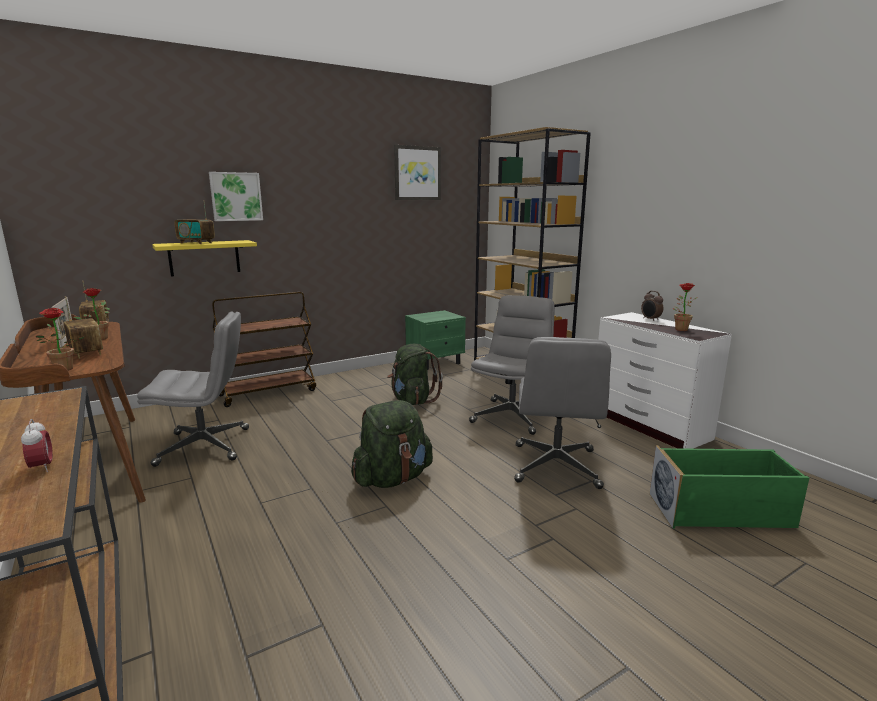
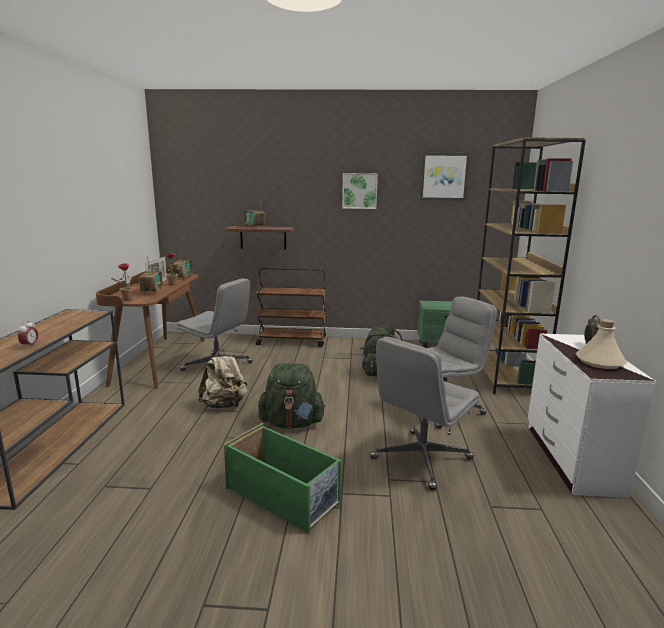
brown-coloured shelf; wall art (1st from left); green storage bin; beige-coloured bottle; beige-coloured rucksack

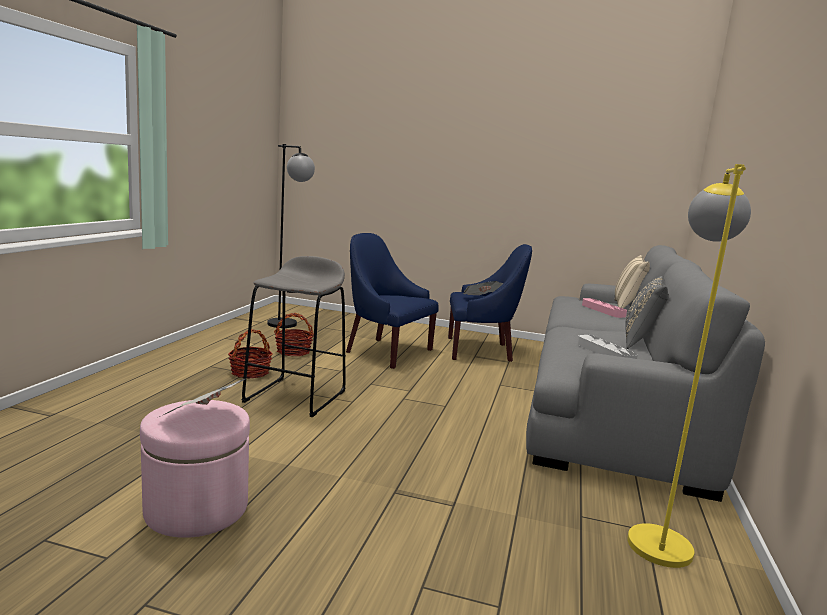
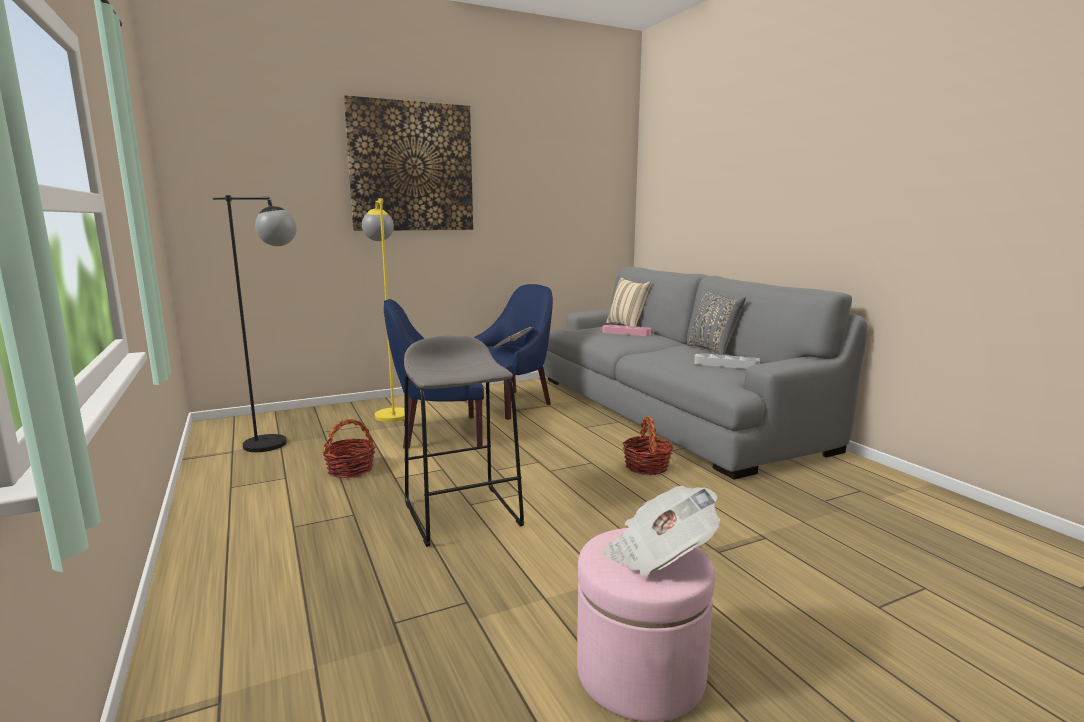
household basket (2nd from left); yellowish standard lamp; wall art

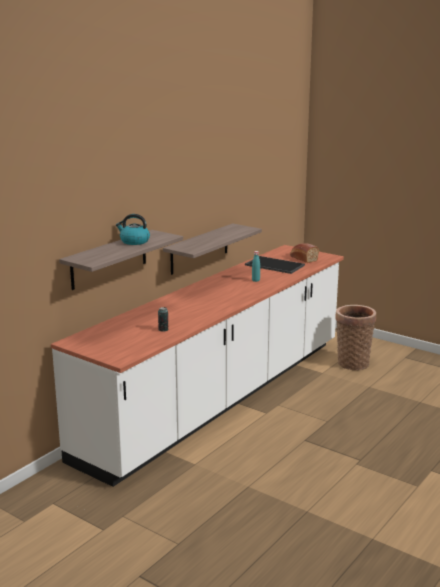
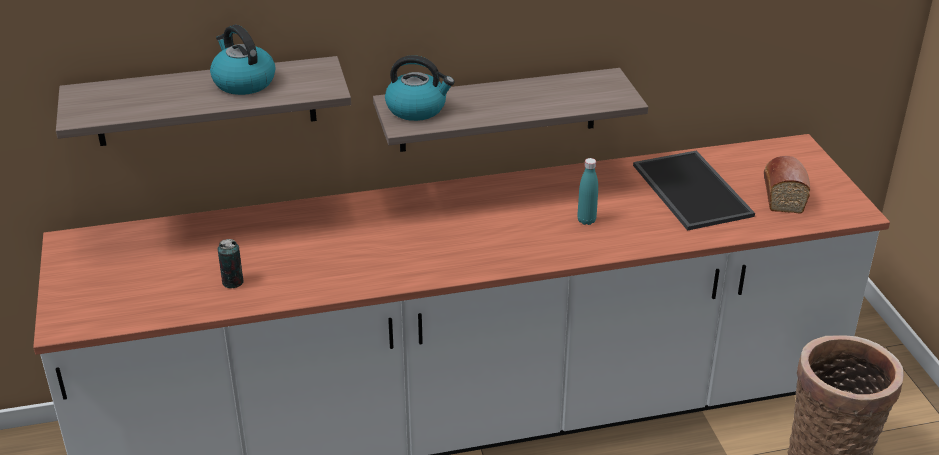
kettle (2nd from left)

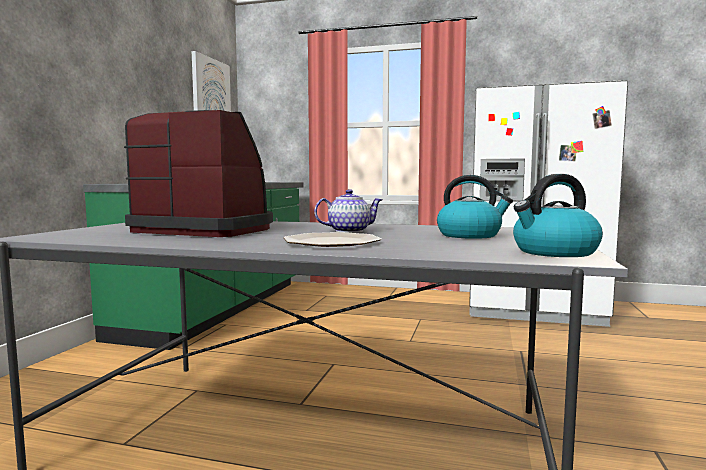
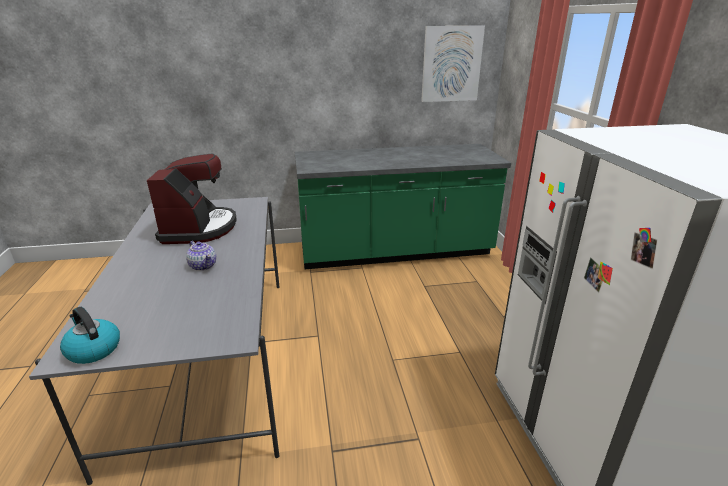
flat dish; kettle (1st from left in the first image)

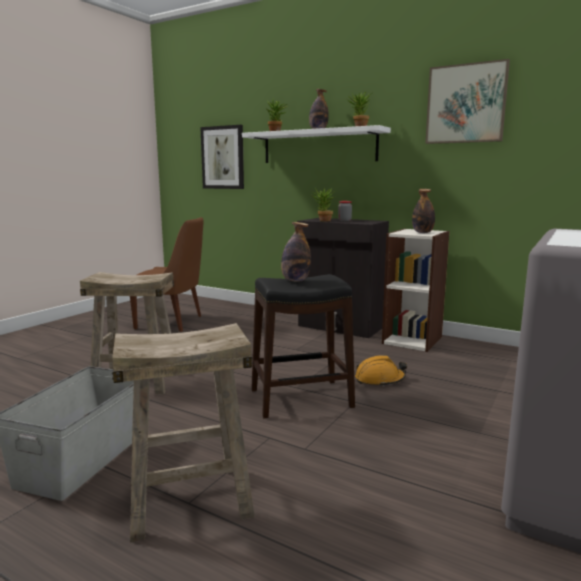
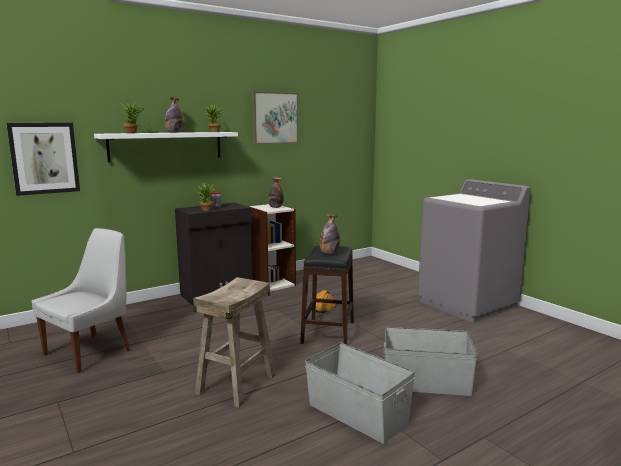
greyish storage bin (2nd from left); whitish plain chair

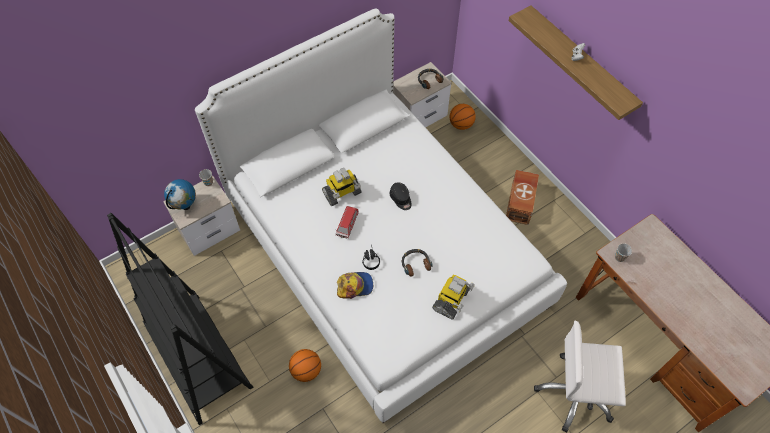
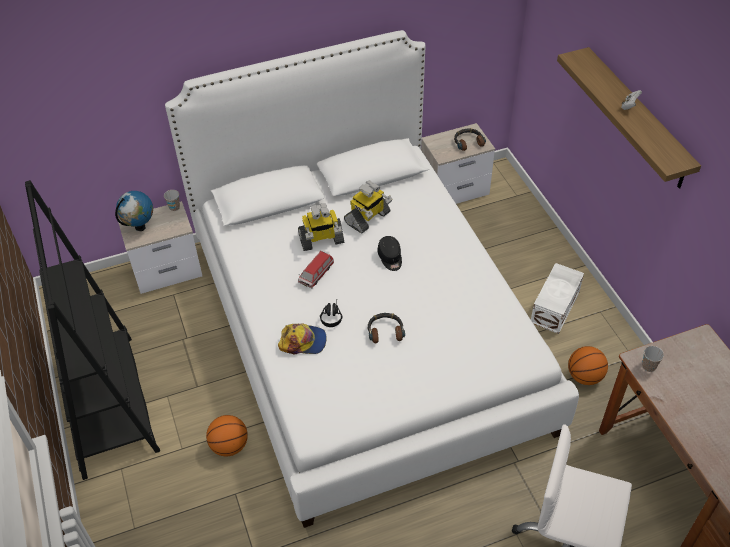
toy robot (2nd from left); basketball (2nd from left); whitish storage bin

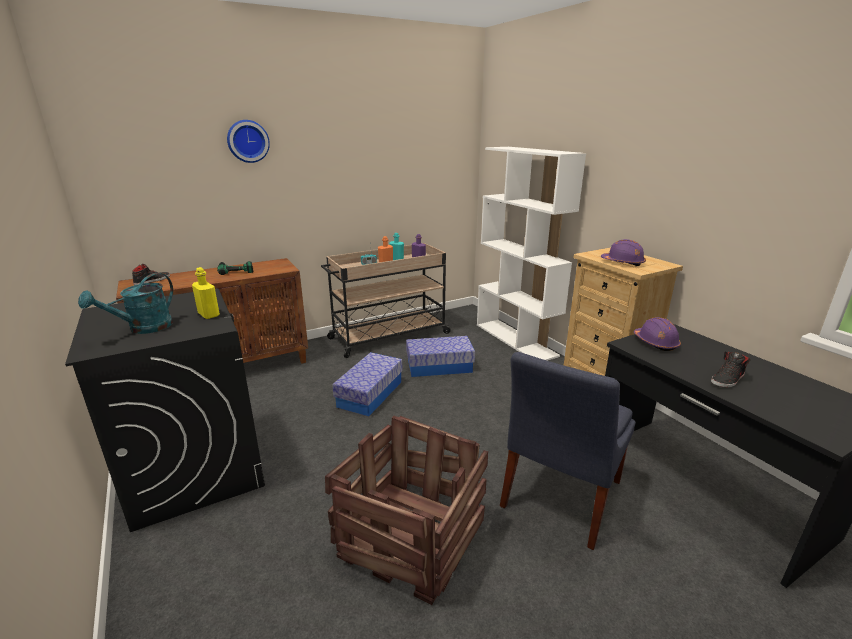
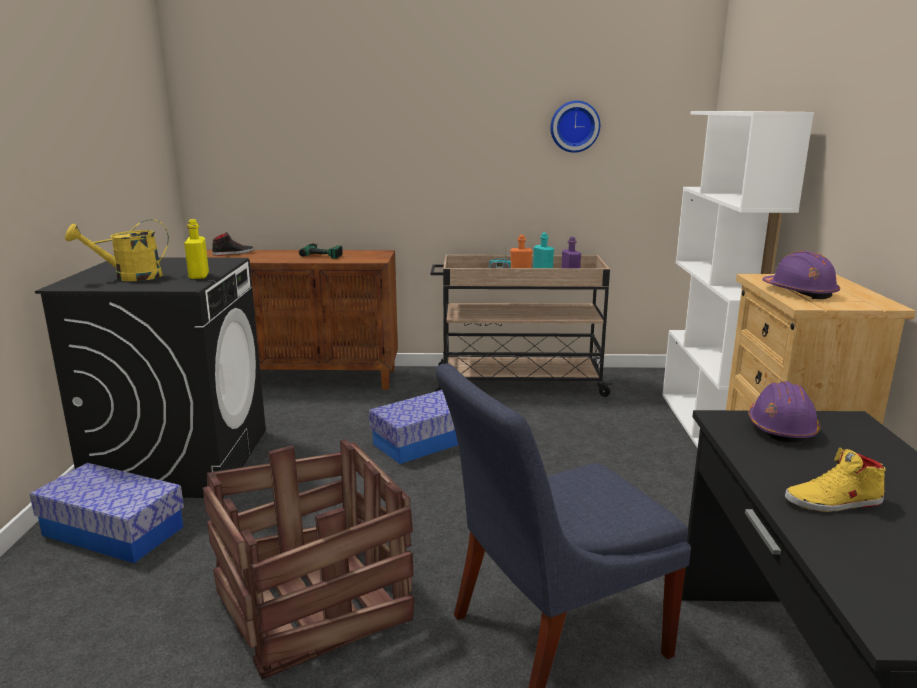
yellowish watering pot; clock on the wall; storage bin (1st from left); yellowish low shoe

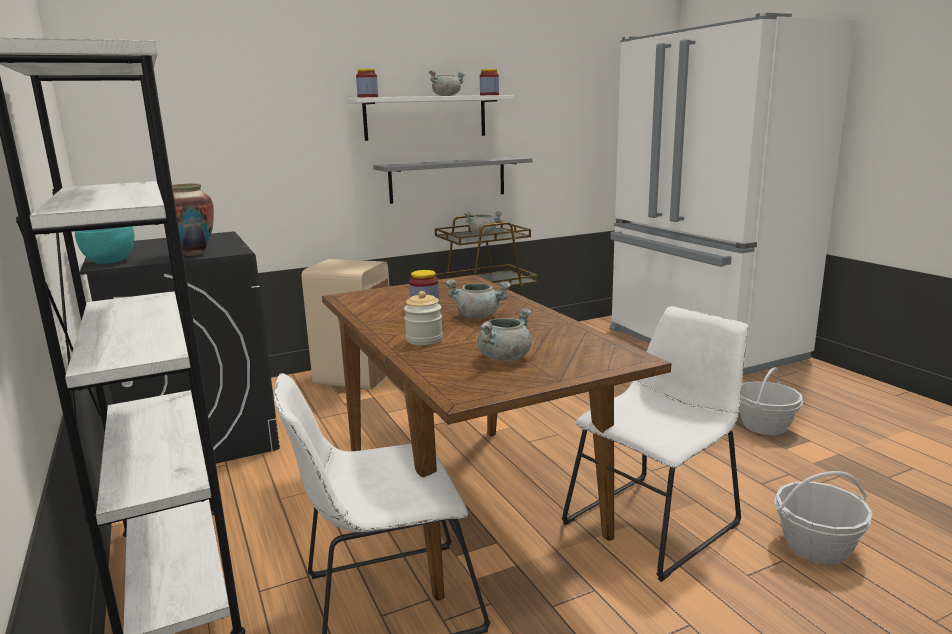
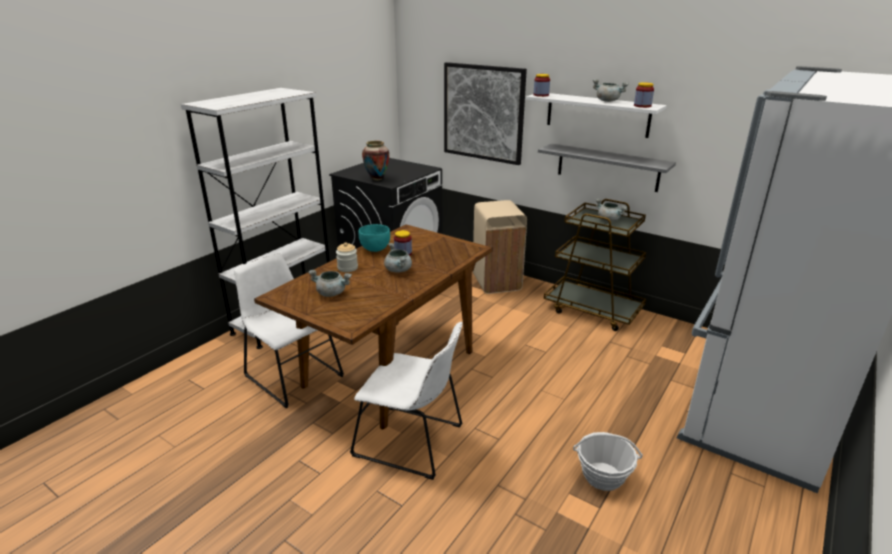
turquoise serving bowl; household basket (2nd from left in the first image); wall art

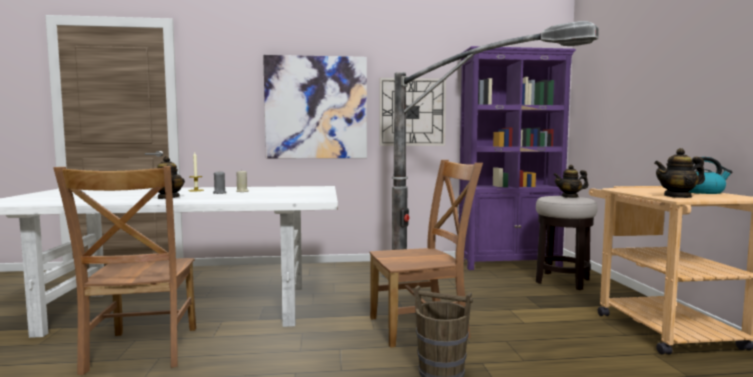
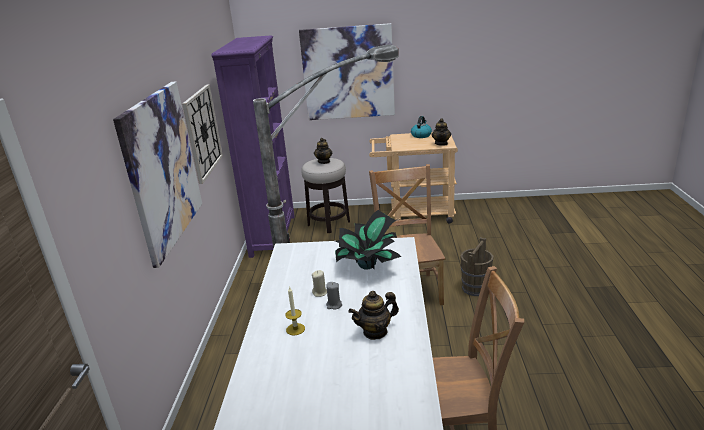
wall art (2nd from left); houseplant

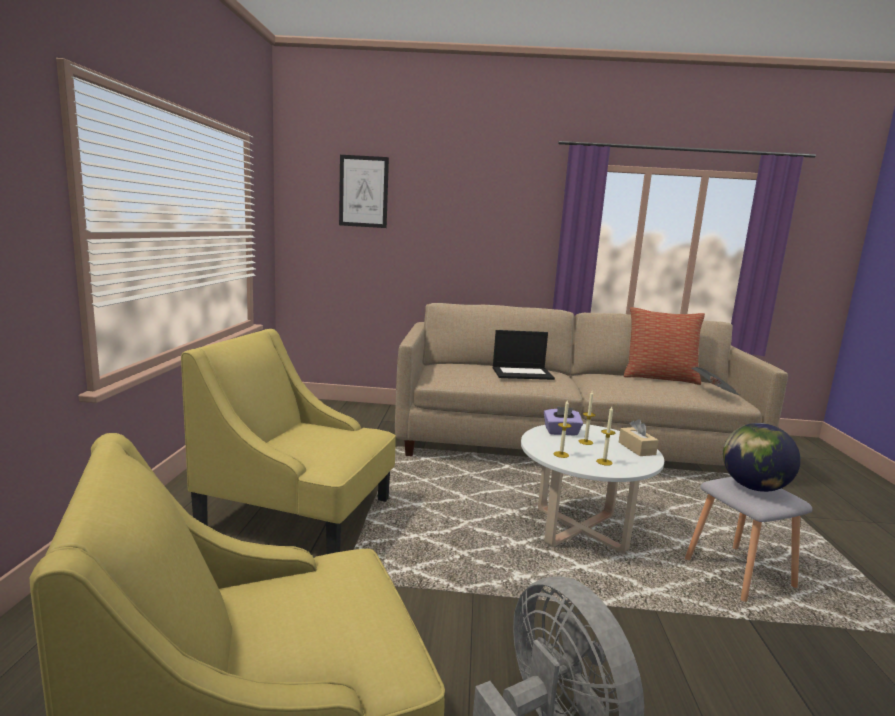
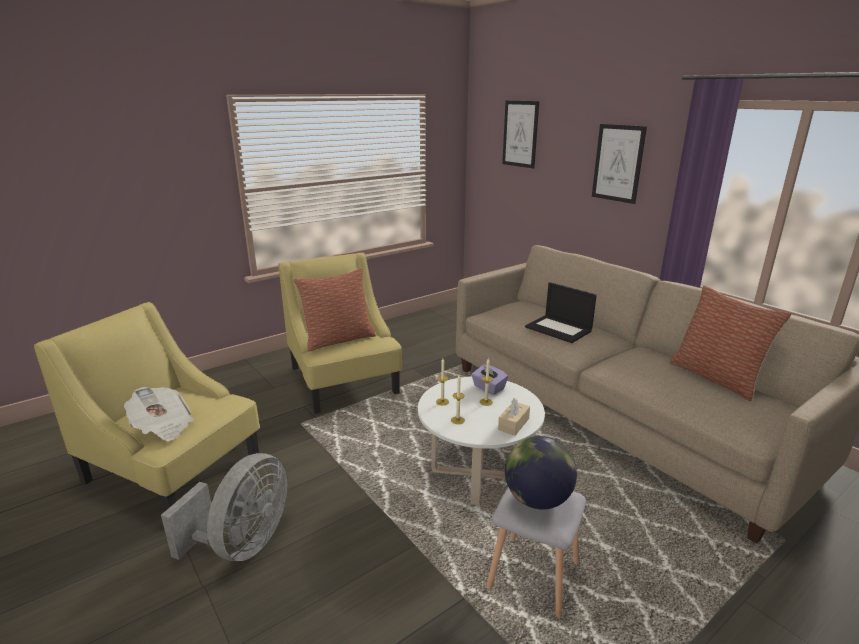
daily paper; pillow (1st from left); wall art (2nd from left)

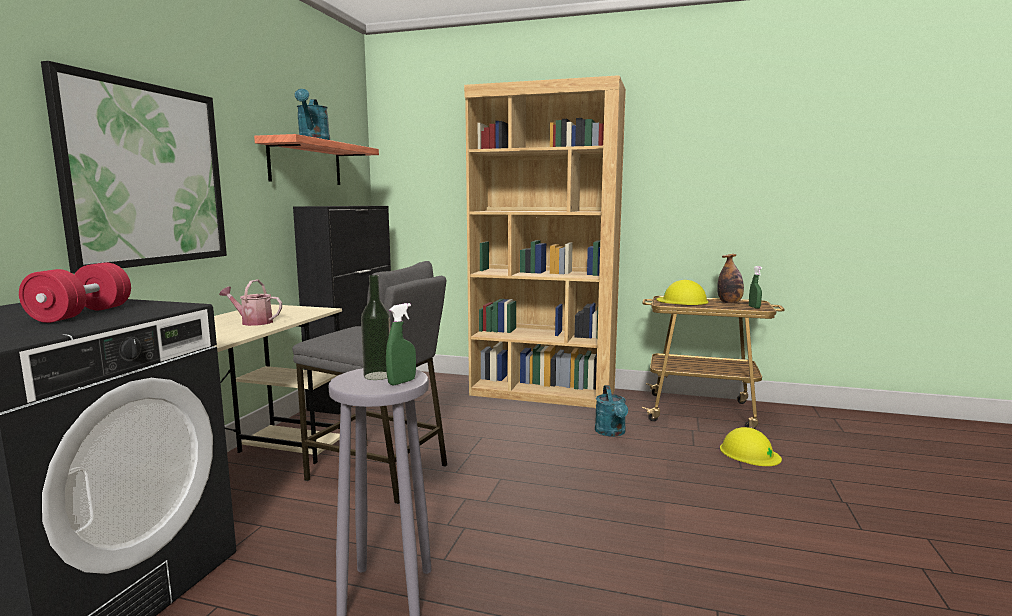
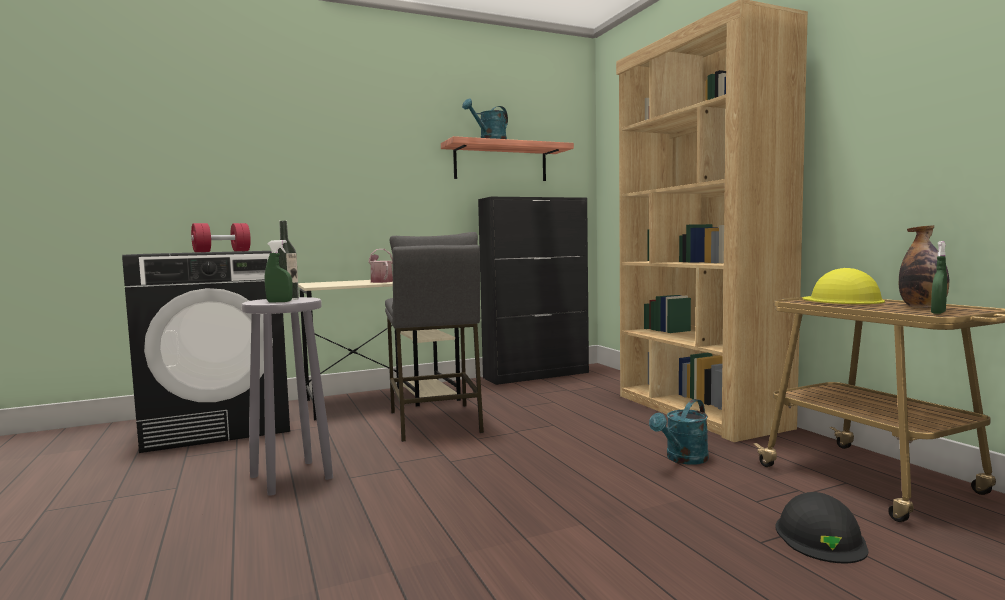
wall art; black-coloured work helmet

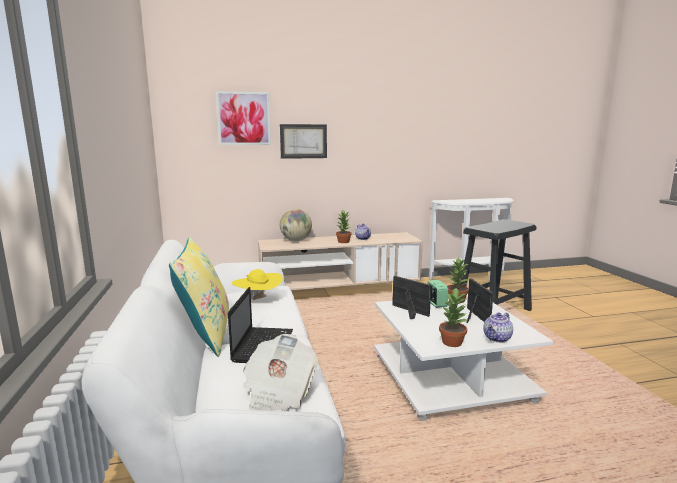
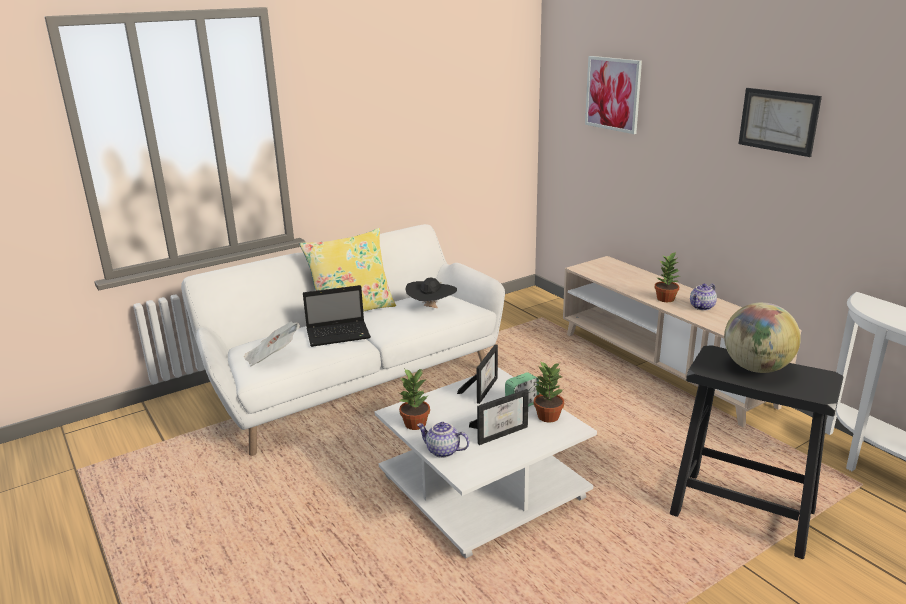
black-coloured hat; wall art (2nd from left); desk globe

